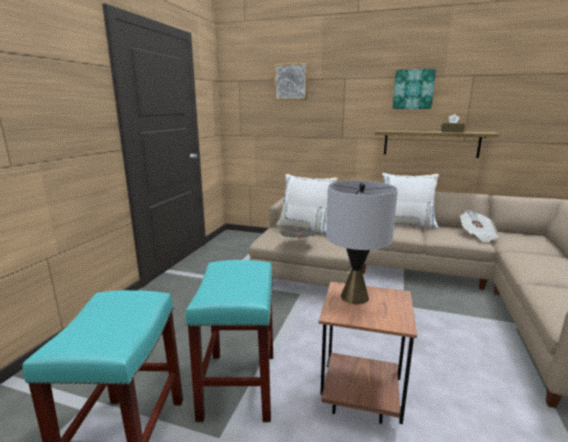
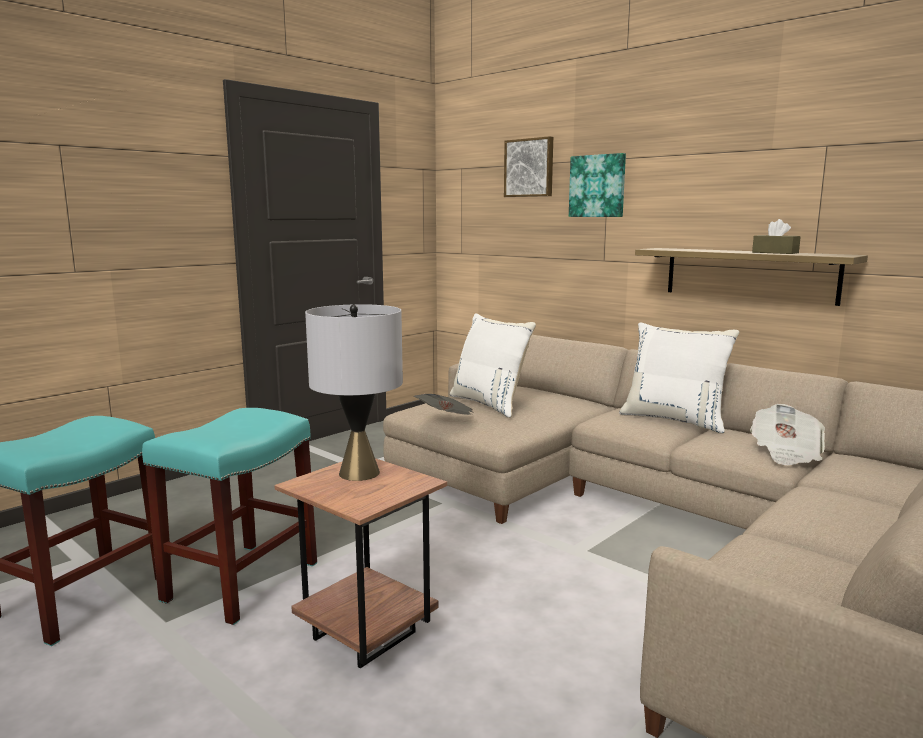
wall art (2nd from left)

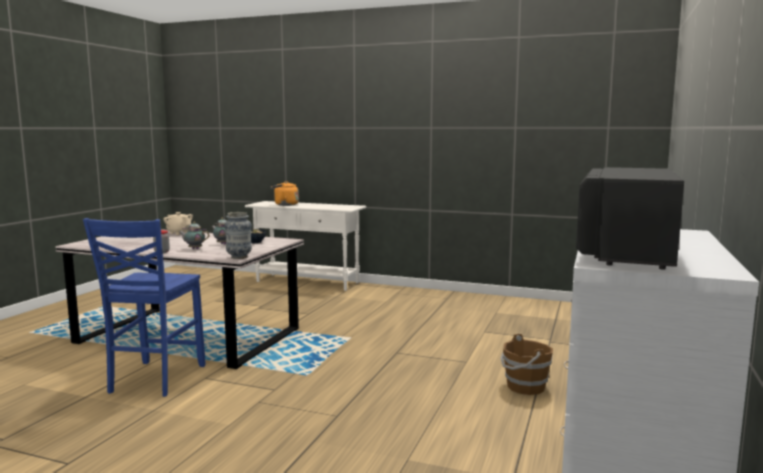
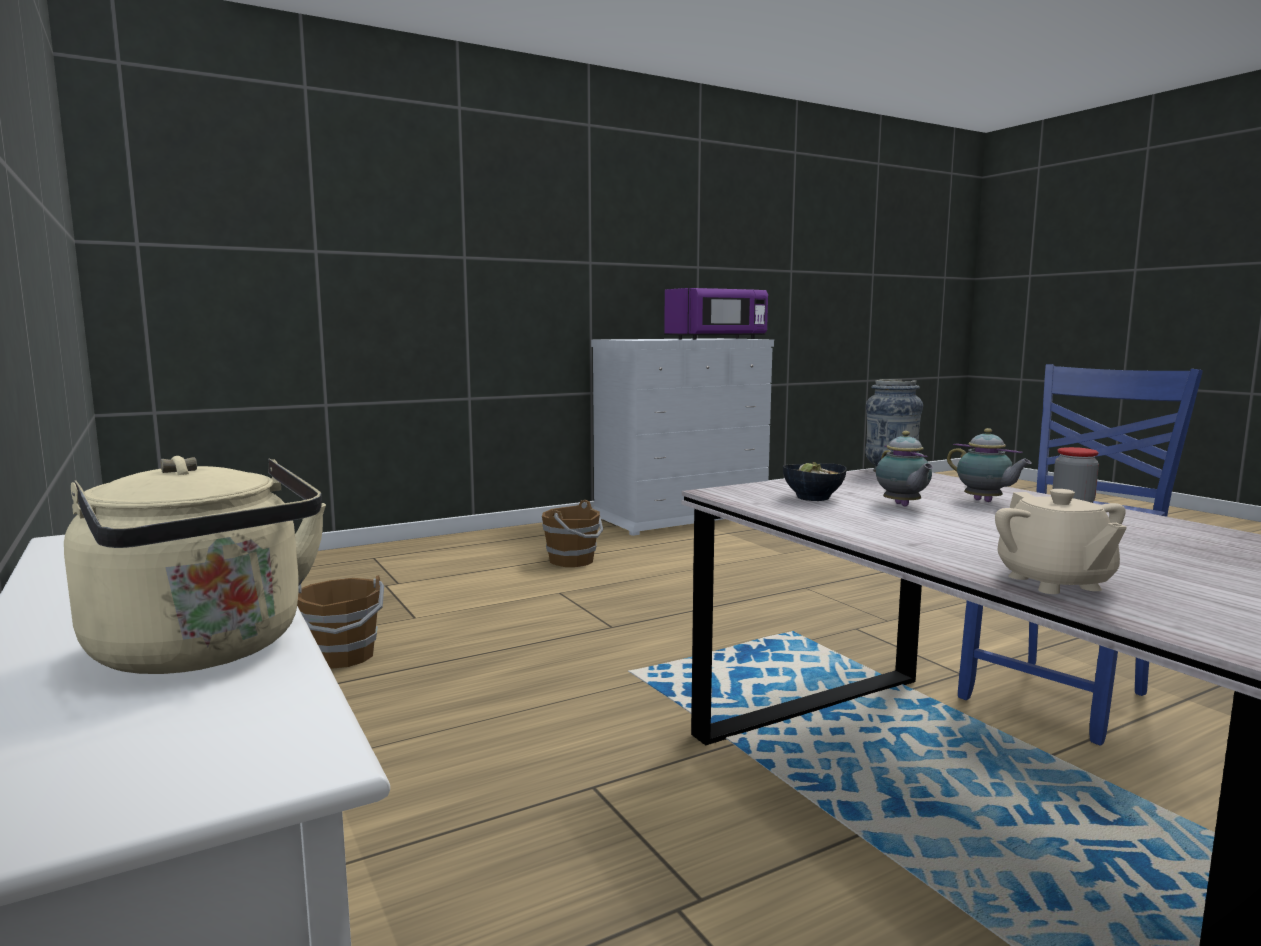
beige-coloured kettle; purplish microwave oven; brown-coloured bucket (1st from left)

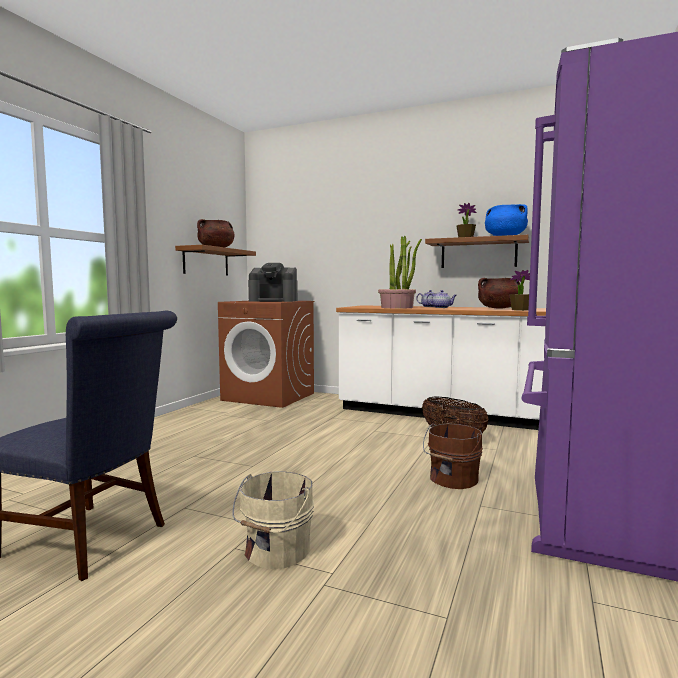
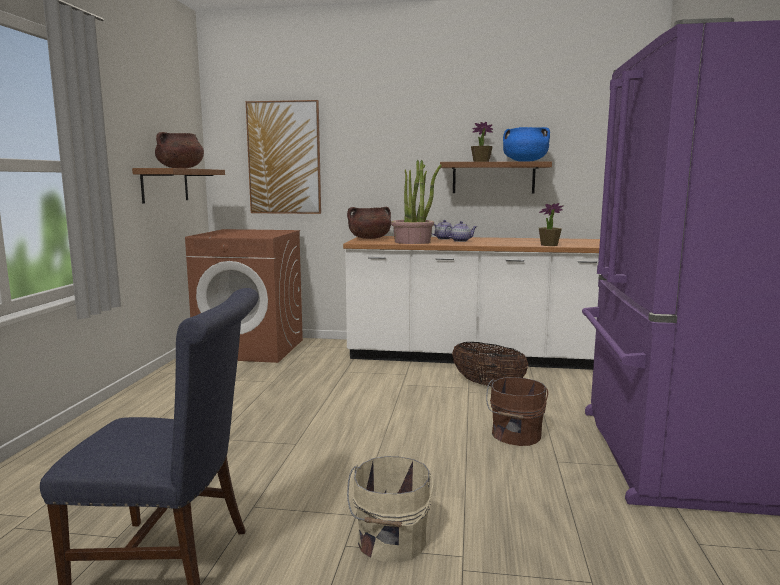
coffee brewer; brown-coloured cooking pot (2nd from left); wall art

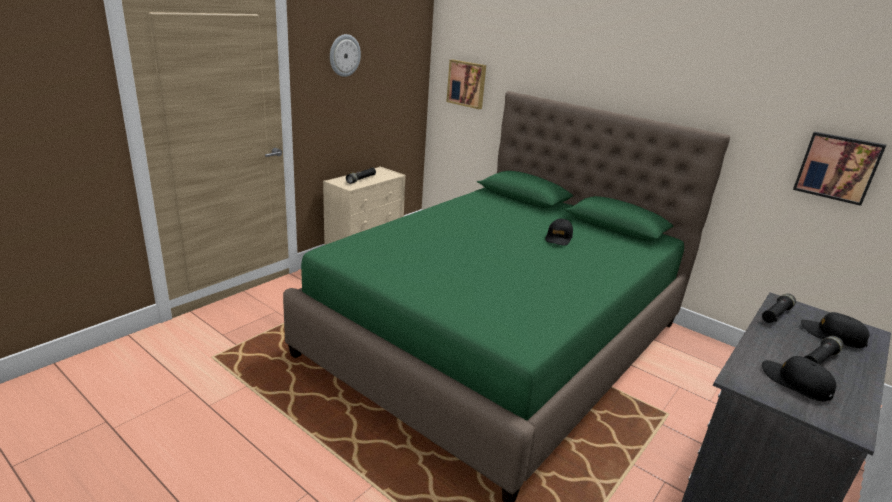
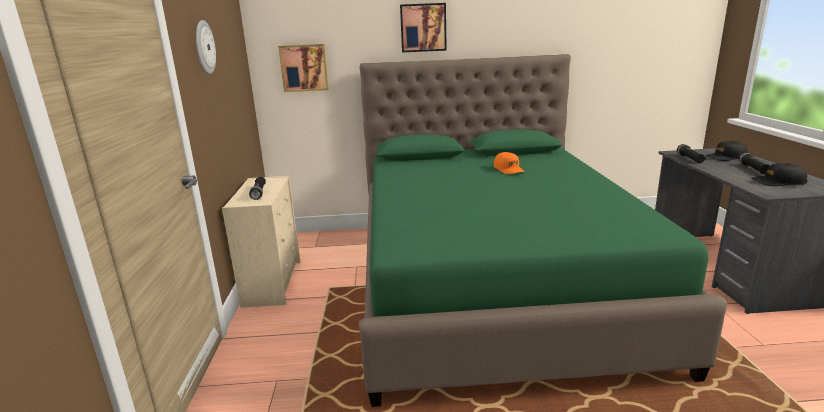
orangey cap; wall art (2nd from left)

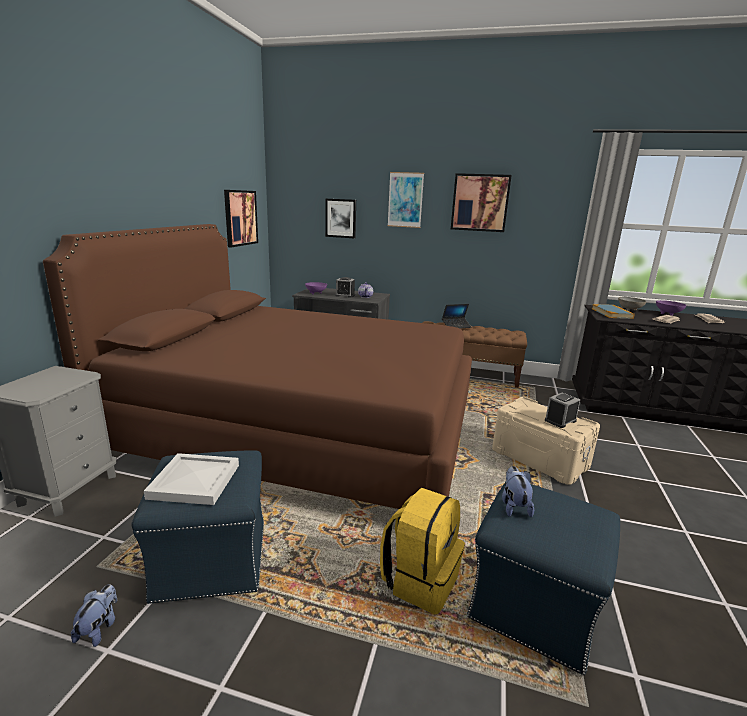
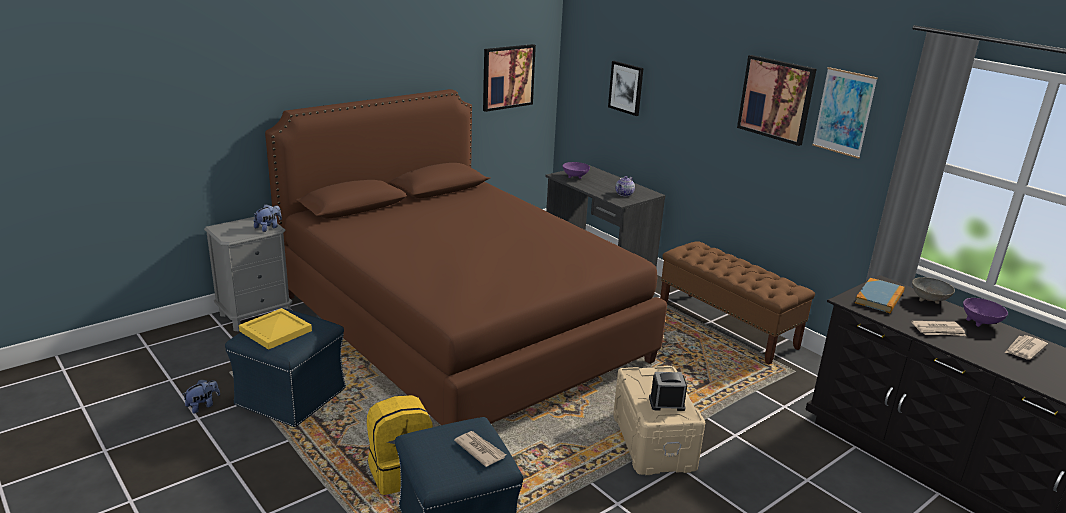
yellowish serving tray; alarm clock (1st from left in the first image); wall art (4th from left); laptop; cuddly toy (2nd from left); daily paper (1st from left)

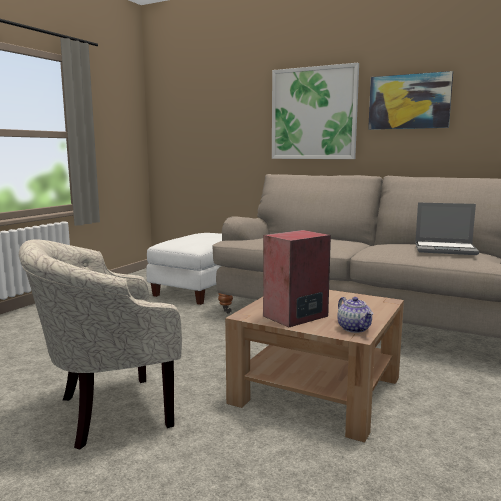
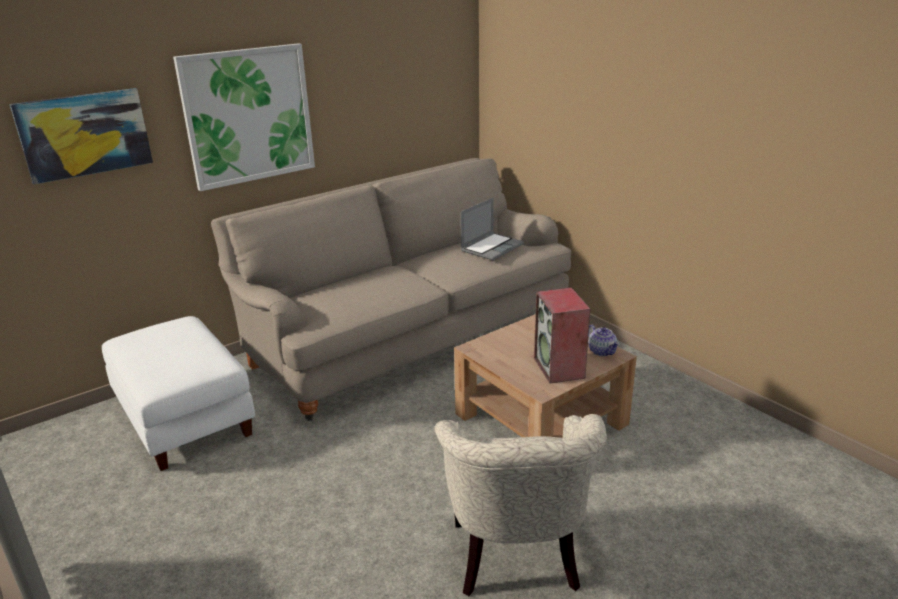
teapot; wall art (1st from left)

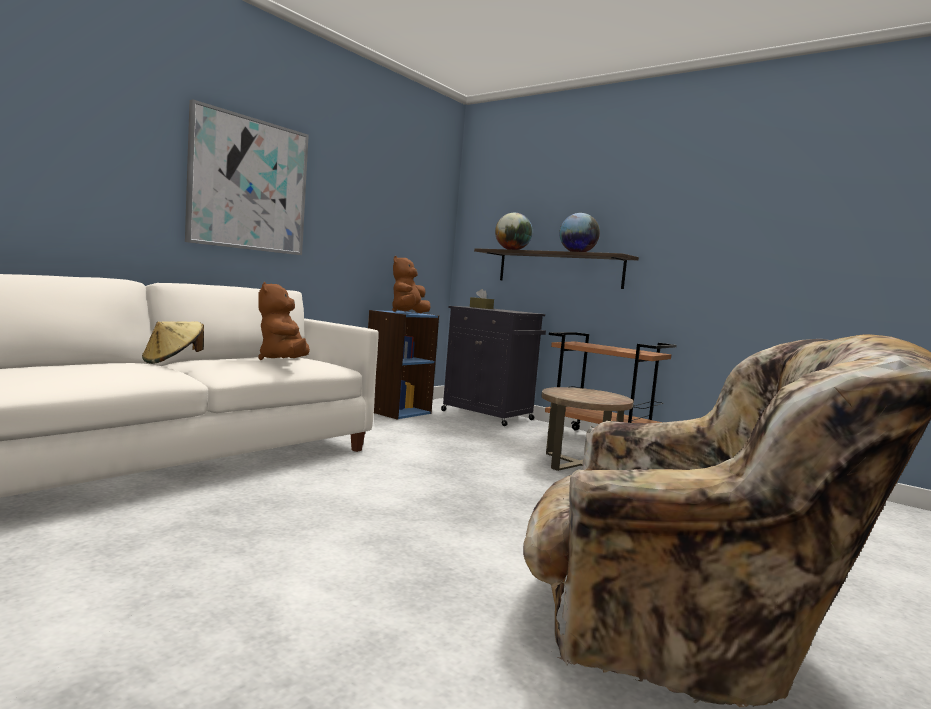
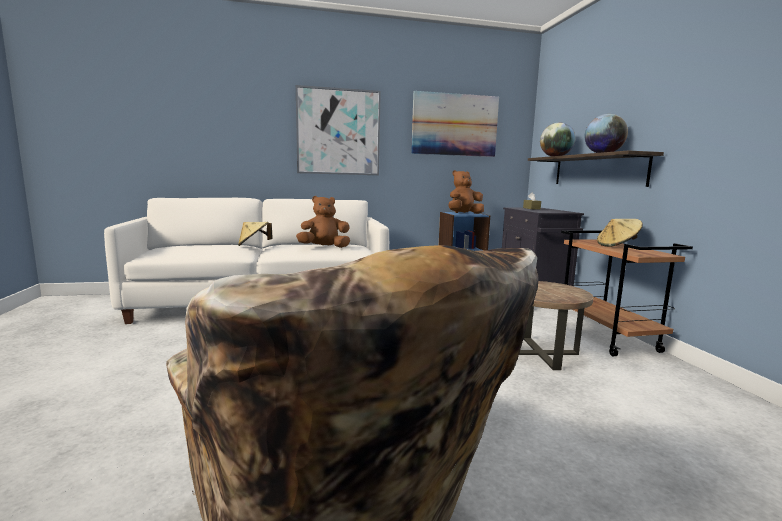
brown-coloured cuddly toy (1st from left); wall art (2nd from left); beige-coloured hat (2nd from left)

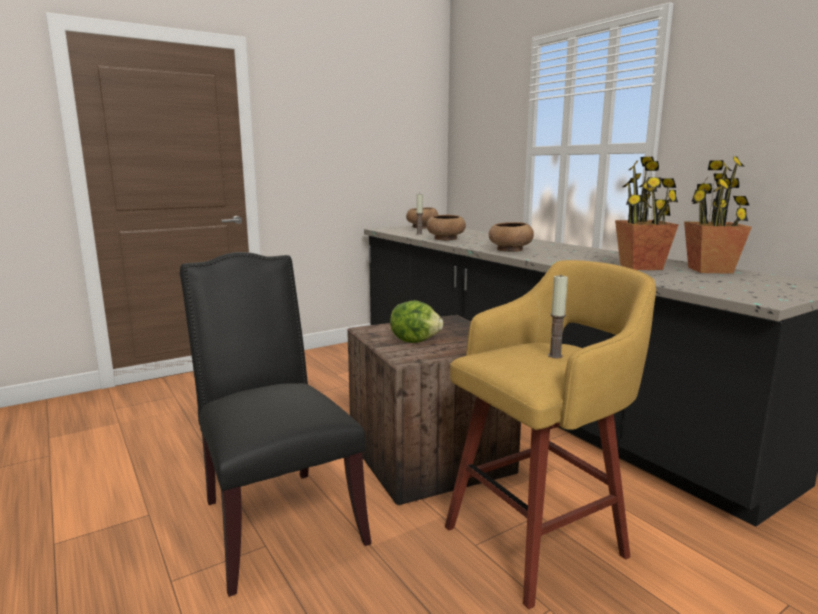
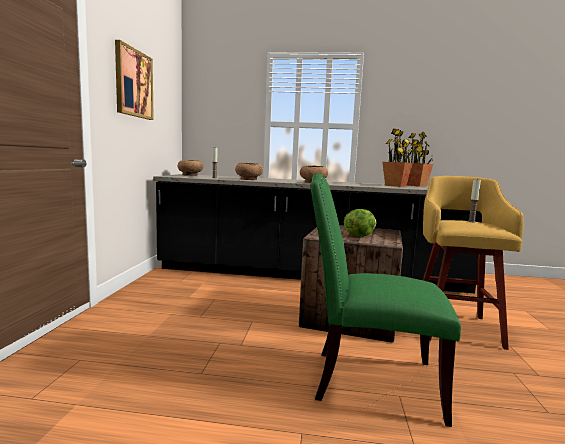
green plain chair; wall art

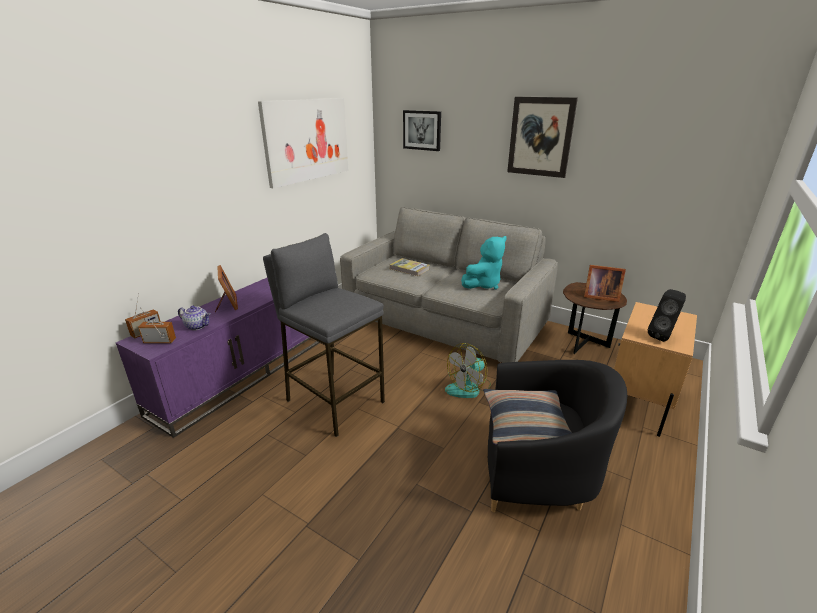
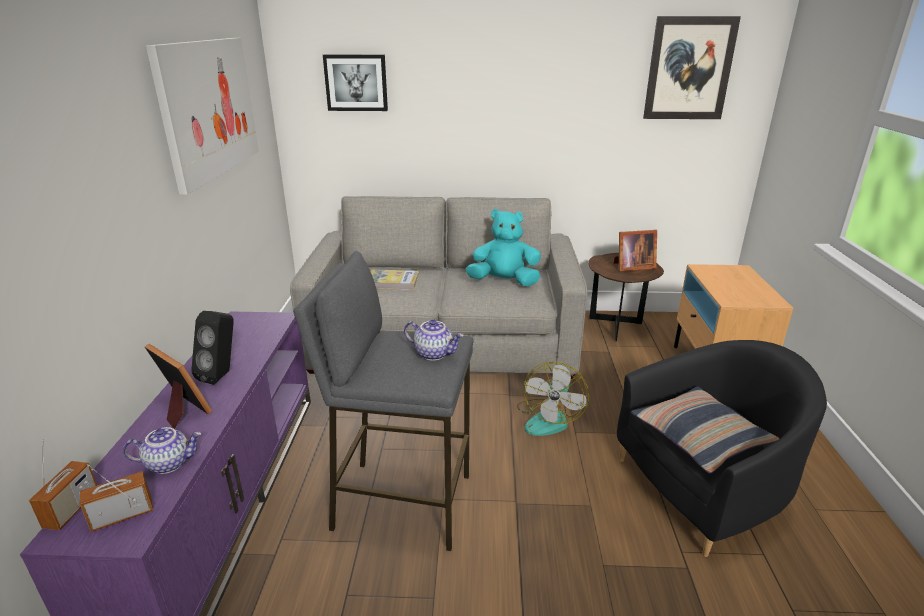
turquoise cuddly toy; wall art (3rd from left); black-coloured speaker; teapot (2nd from left)

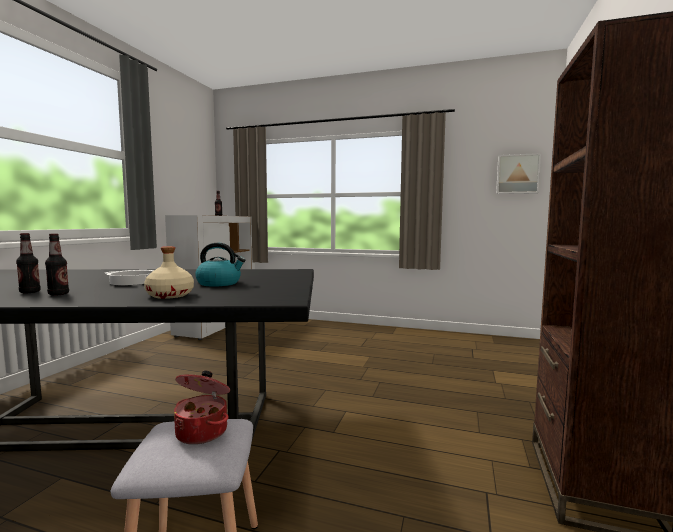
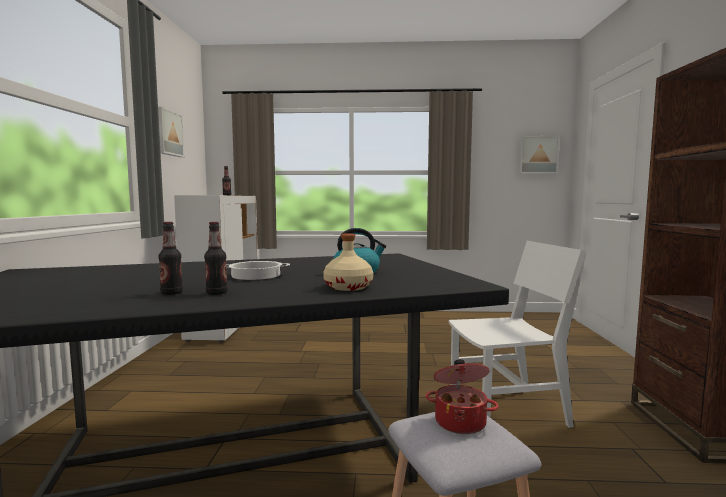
wall art (1st from left); whitish plain chair

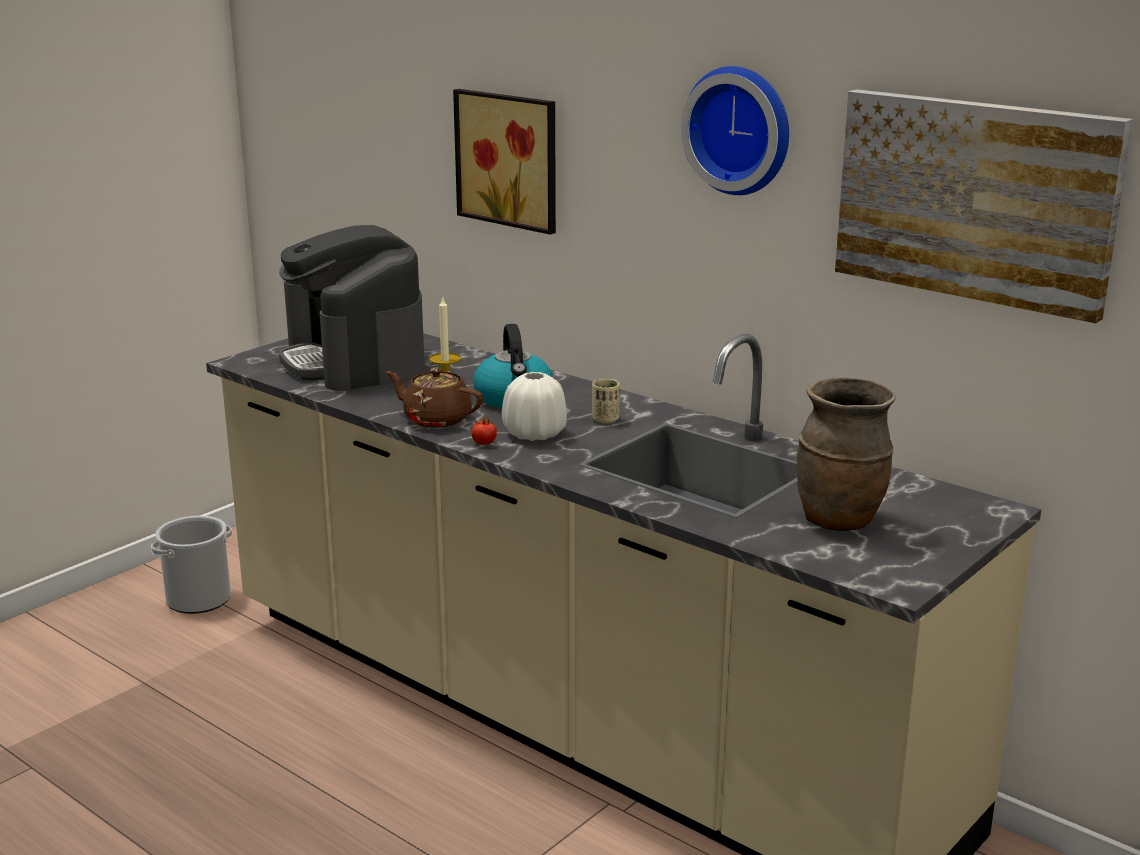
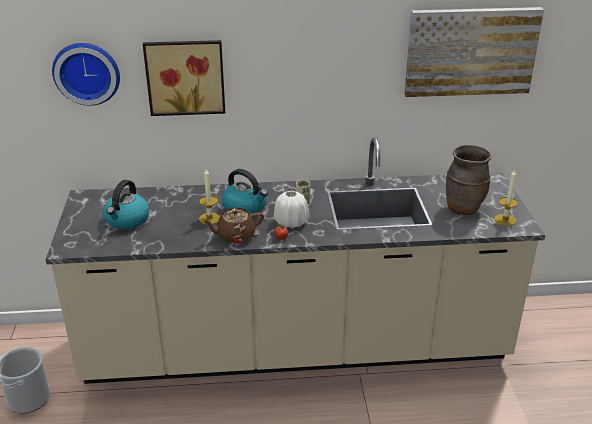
kettle (1st from left); clock on the wall; wax candle (2nd from left)

